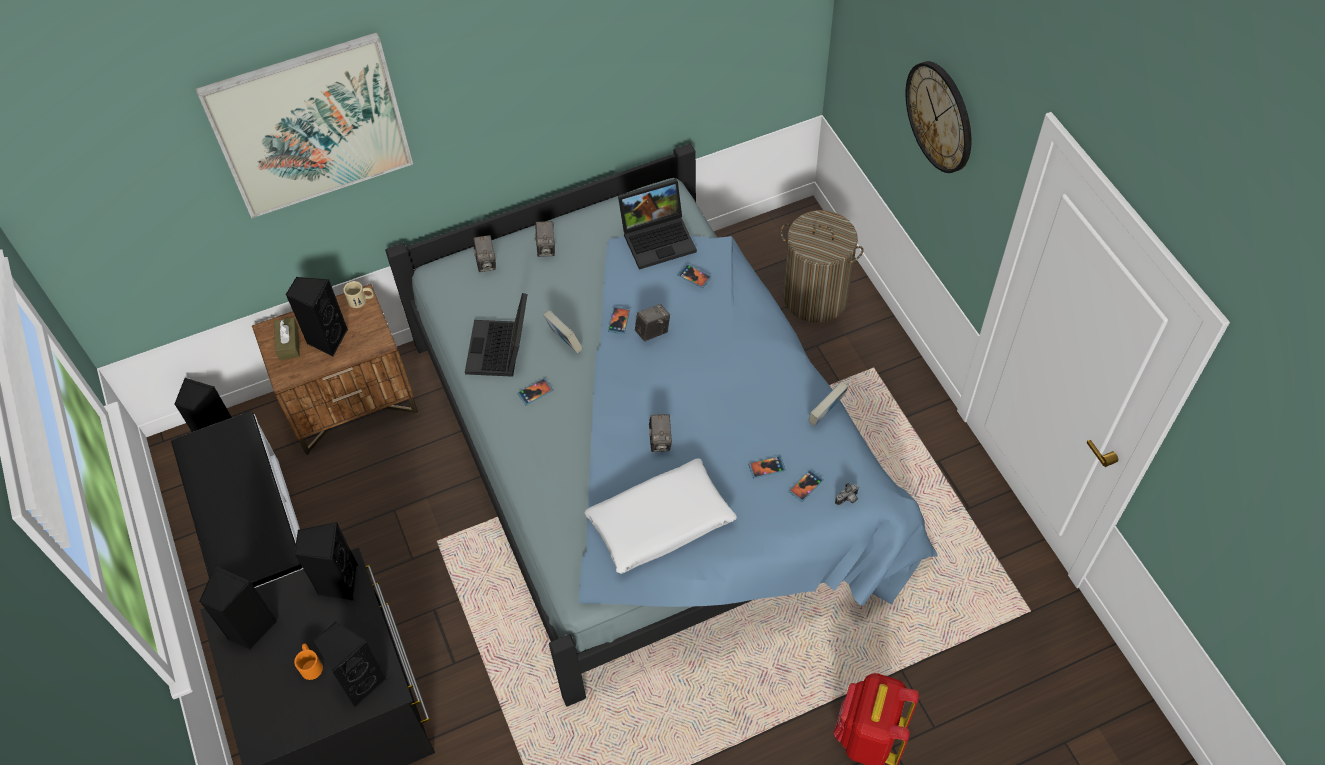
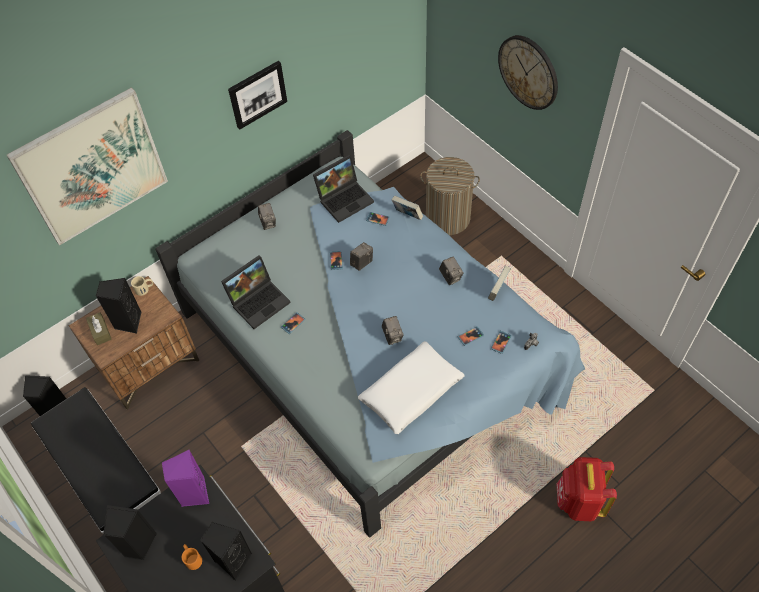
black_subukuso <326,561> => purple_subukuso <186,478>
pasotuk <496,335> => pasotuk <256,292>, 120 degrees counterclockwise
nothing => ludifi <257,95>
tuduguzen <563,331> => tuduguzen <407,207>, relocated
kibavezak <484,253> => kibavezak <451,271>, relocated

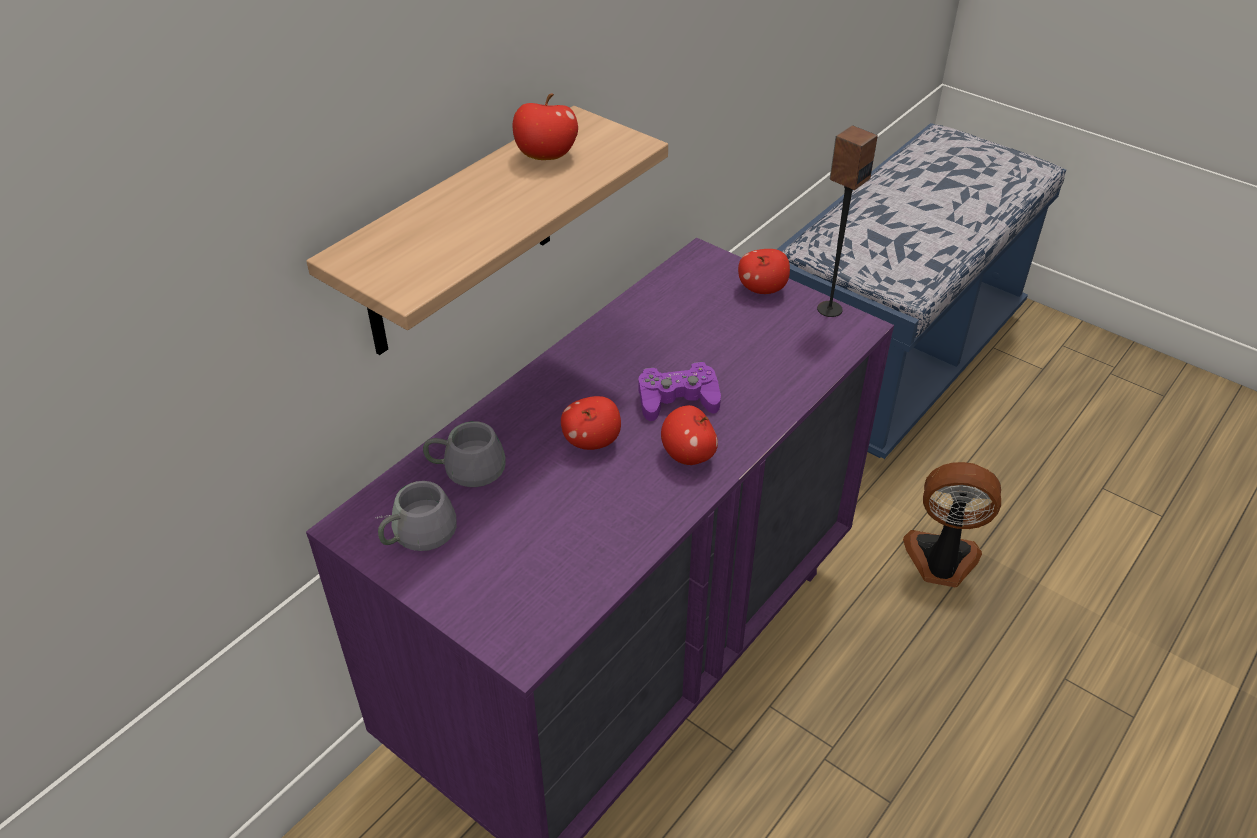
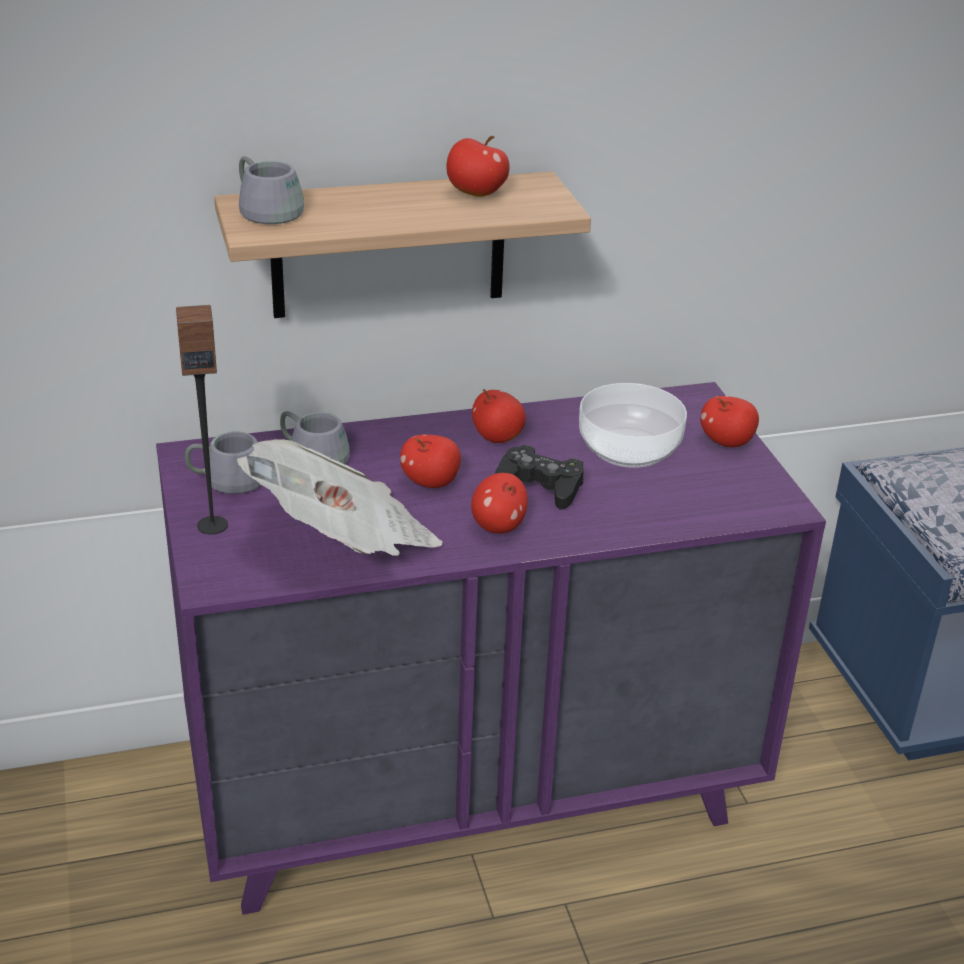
subukuso <847,221> => subukuso <202,420>, relocated
nothing => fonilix <339,497>
nothing => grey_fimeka <271,190>
nothing => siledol <499,416>
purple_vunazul <679,391> => black_vunazul <539,477>
nothing => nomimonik <633,425>
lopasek <952,524> => nothing

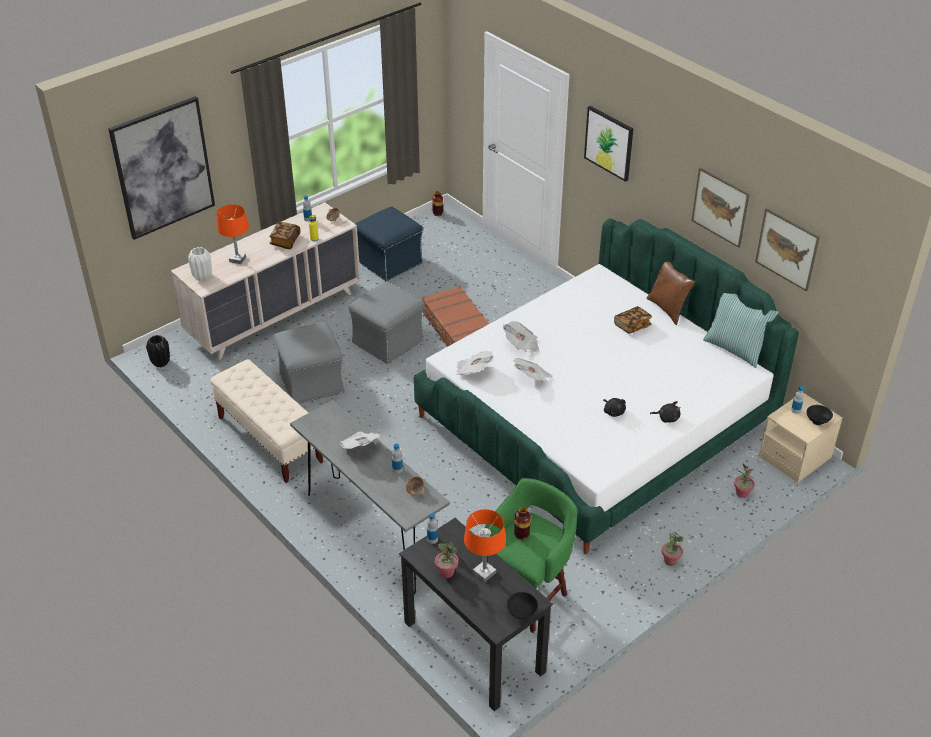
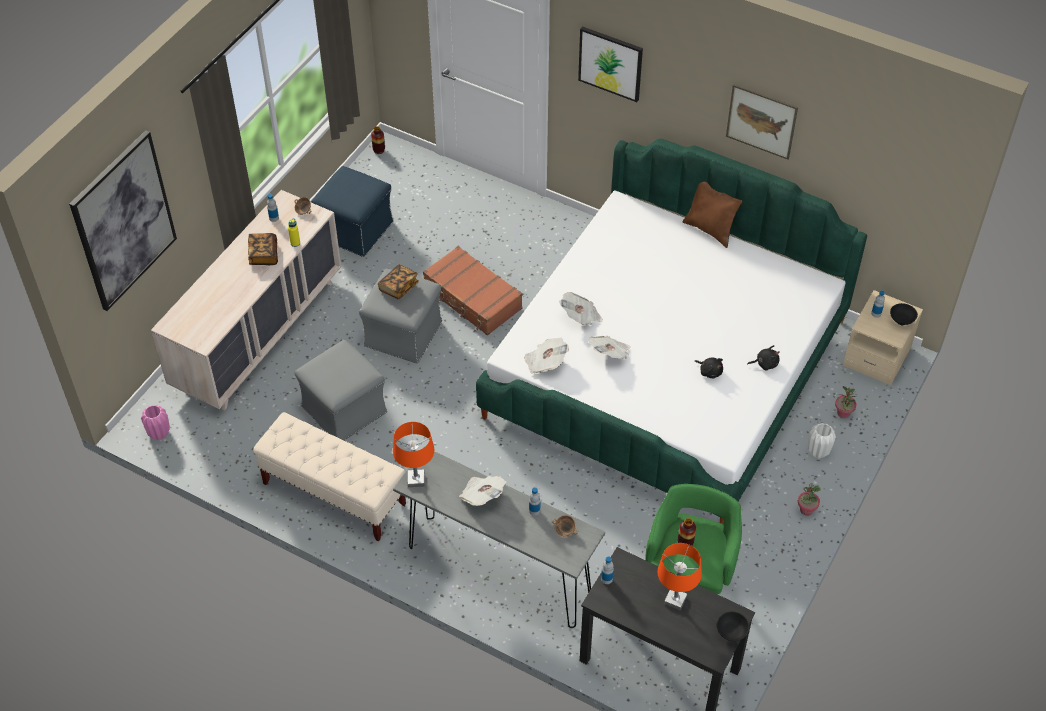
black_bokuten <158,351> => pink_bokuten <155,422>
tuduguzen <633,320> => tuduguzen <398,281>, relocated
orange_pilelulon <232,234> => orange_pilelulon <413,454>, relocated
white_bokuten <200,264> => white_bokuten <822,440>, relocated
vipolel <446,559> => nothing
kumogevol <740,330> => nothing
ludifi <787,250> => nothing

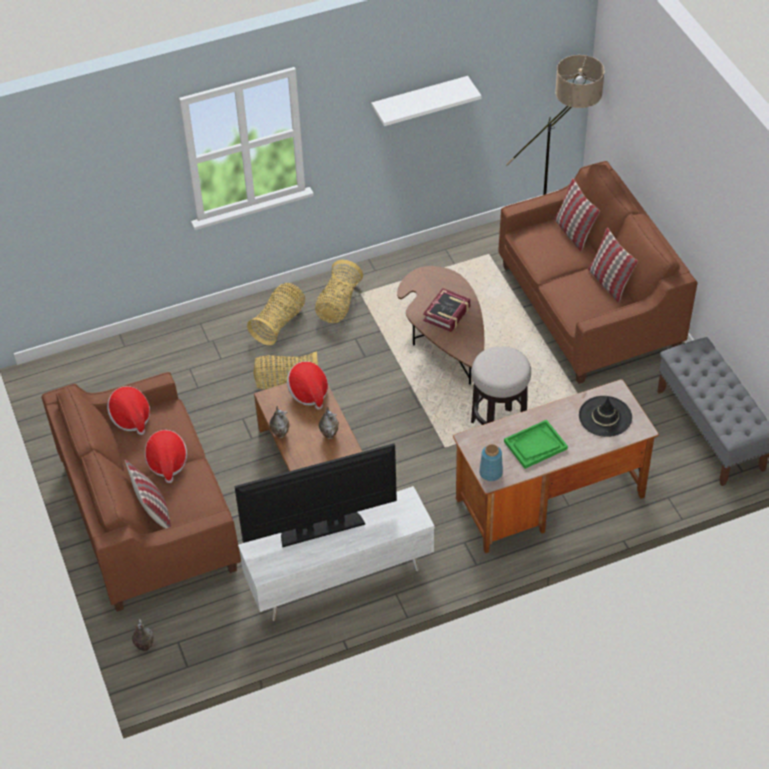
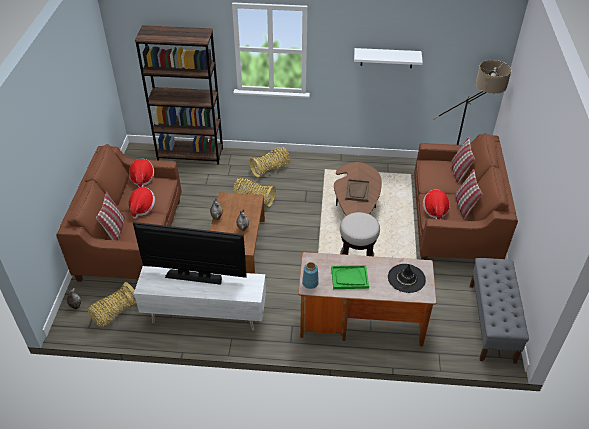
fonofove <339,291> => fonofove <112,304>, relocated
nothing => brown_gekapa <179,95>
tuduguzen <447,310> => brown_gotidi <357,190>
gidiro <307,385> => gidiro <436,204>, relocated

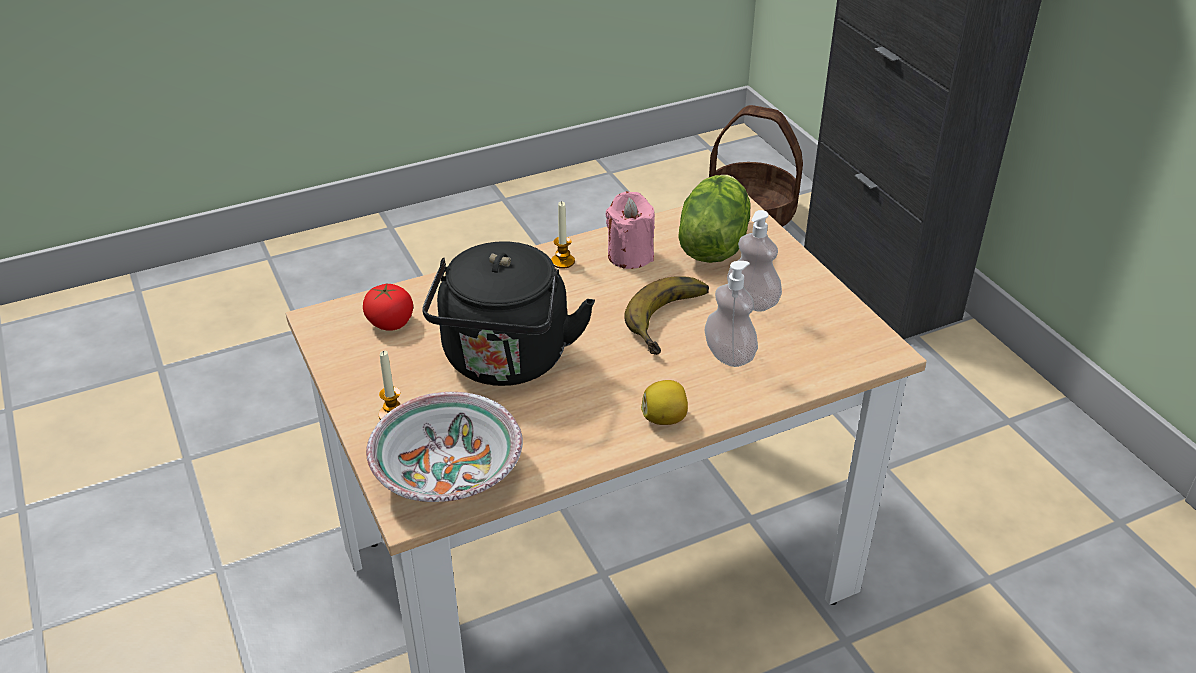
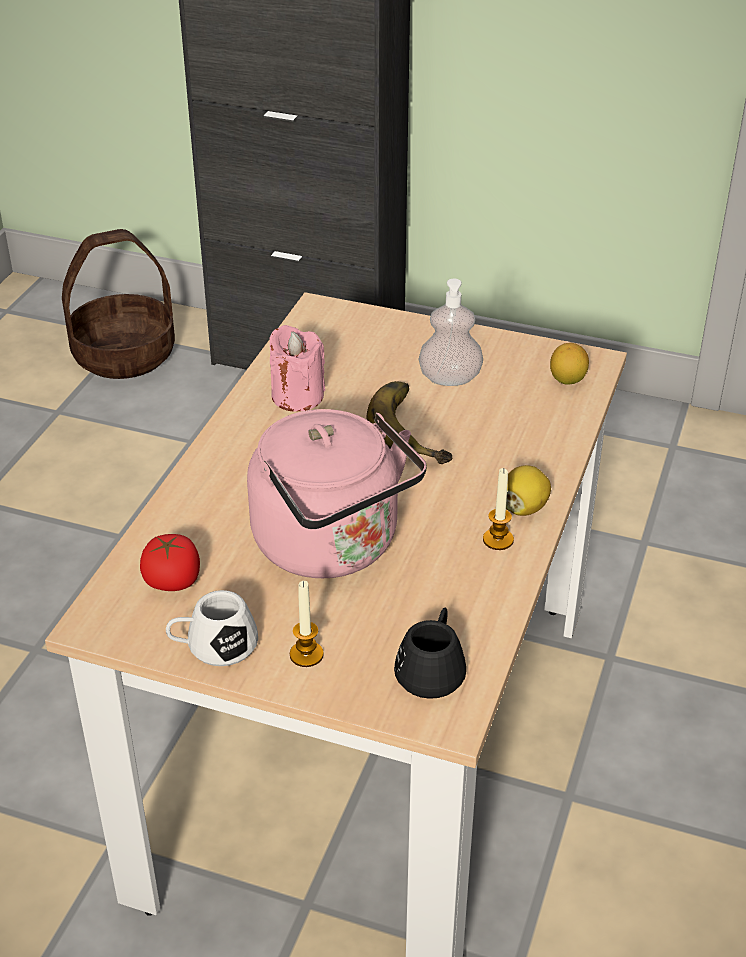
nothing => white_fimeka <212,628>
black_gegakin <508,313> => pink_gegakin <336,493>
nomimonik <444,447> => black_fimeka <430,653>
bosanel <563,235> => bosanel <498,509>, relocated
nothing => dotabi <569,364>
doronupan <714,219> => nothing
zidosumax <731,314> => nothing

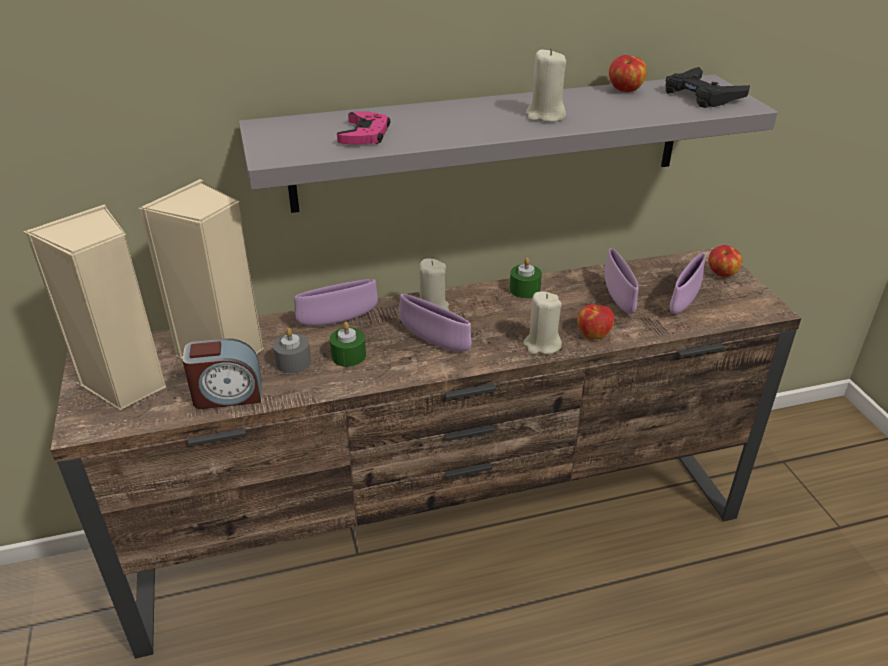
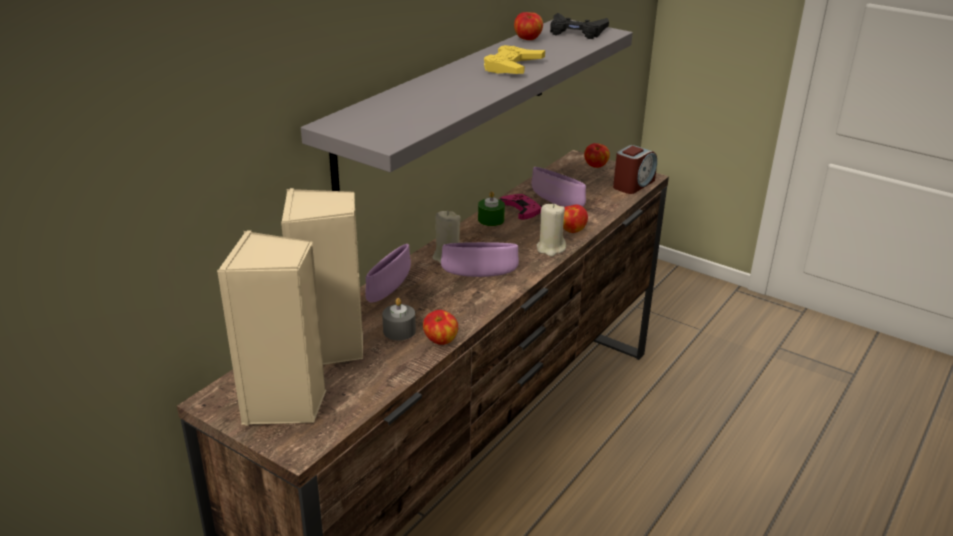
nothing => siledol <440,327>
beige_bosanel <546,85> => yellow_vunazul <514,59>
pink_vunazul <364,128> => pink_vunazul <521,207>, relocated
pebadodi <222,373> => pebadodi <635,169>, relocated
green_bosanel <348,344> => nothing
purple_nomimonik <688,283> => nothing

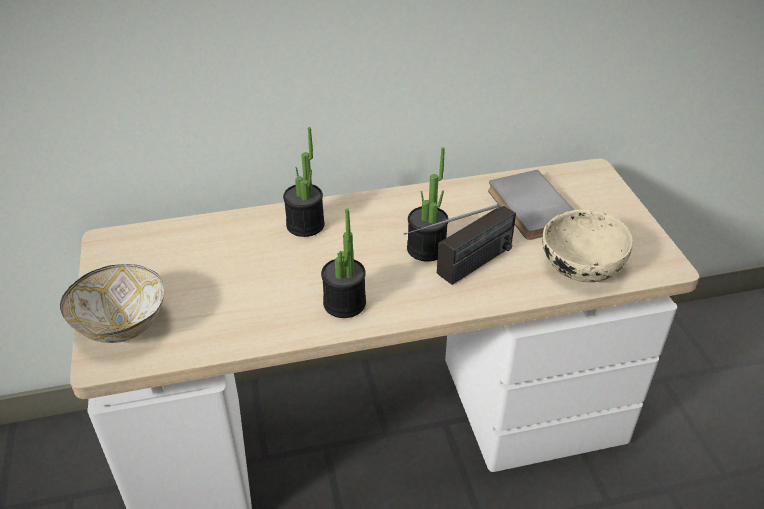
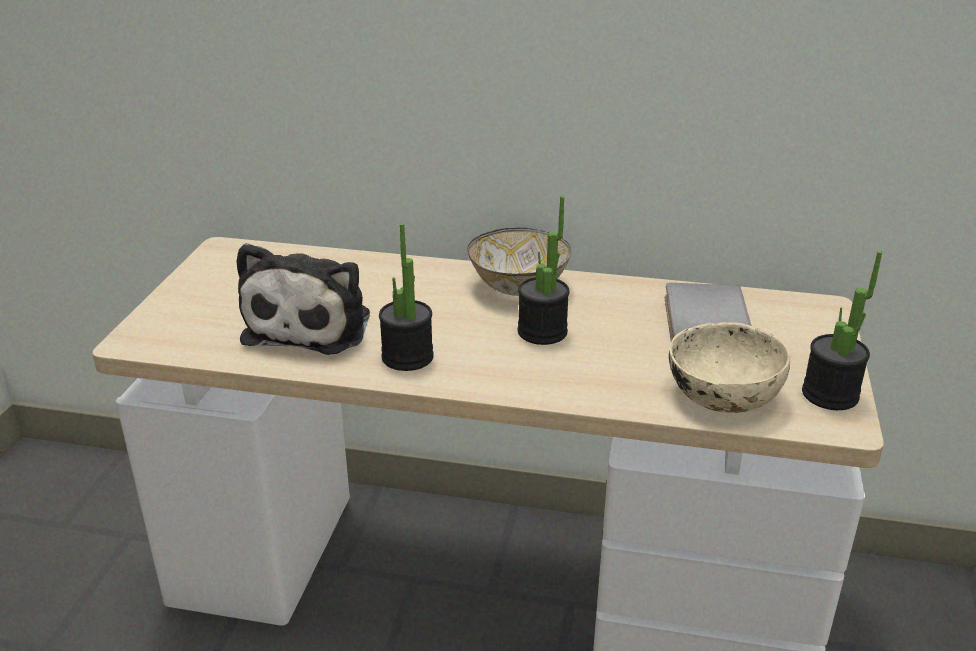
nothing => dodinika <303,299>
nomimonik <112,303> => nomimonik <519,261>, relocated
vipolel <304,182> => vipolel <842,330>, relocated
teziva <460,244> => nothing

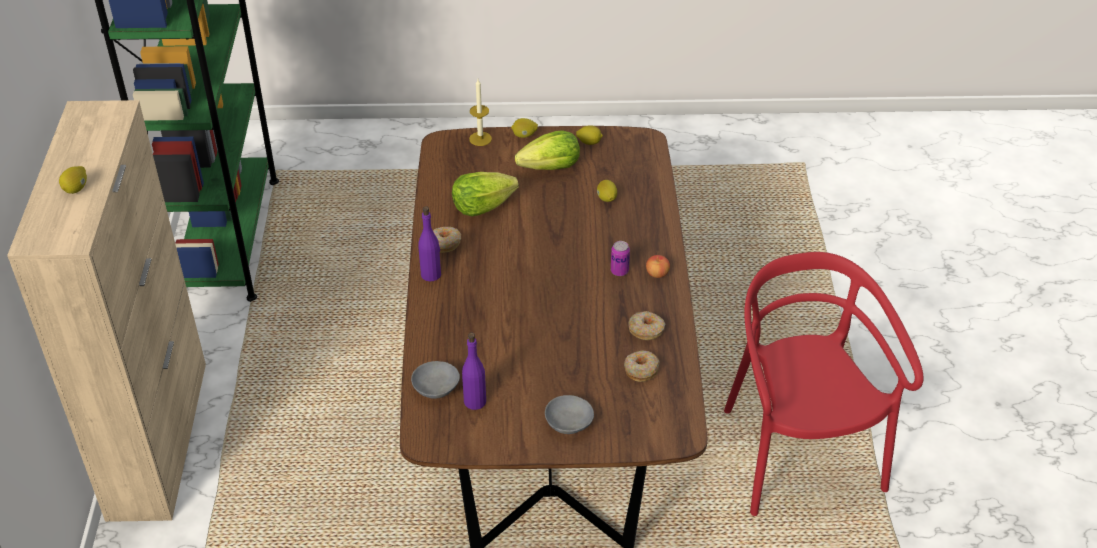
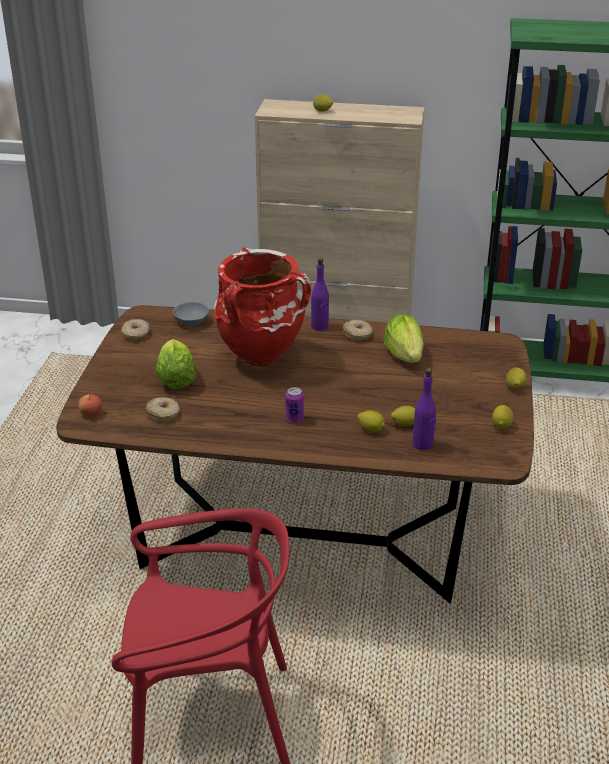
siledol <658,266> => siledol <90,405>, relocated
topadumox <647,325> => topadumox <135,330>, relocated
doronupan <547,150> => doronupan <176,364>, relocated
nothing => red_bokuten <262,307>
nothing => dotabi <371,422>
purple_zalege <474,371> => purple_zalege <424,409>, relocated
bosanel <480,112> => nothing
grey_nomimonik <569,414> => nothing

